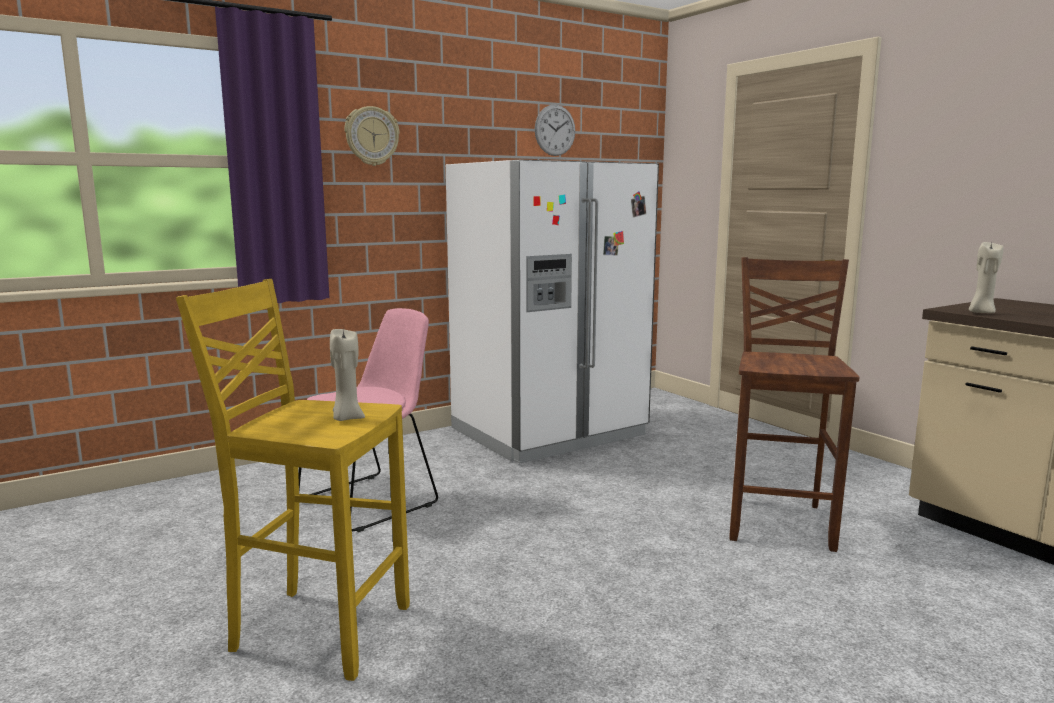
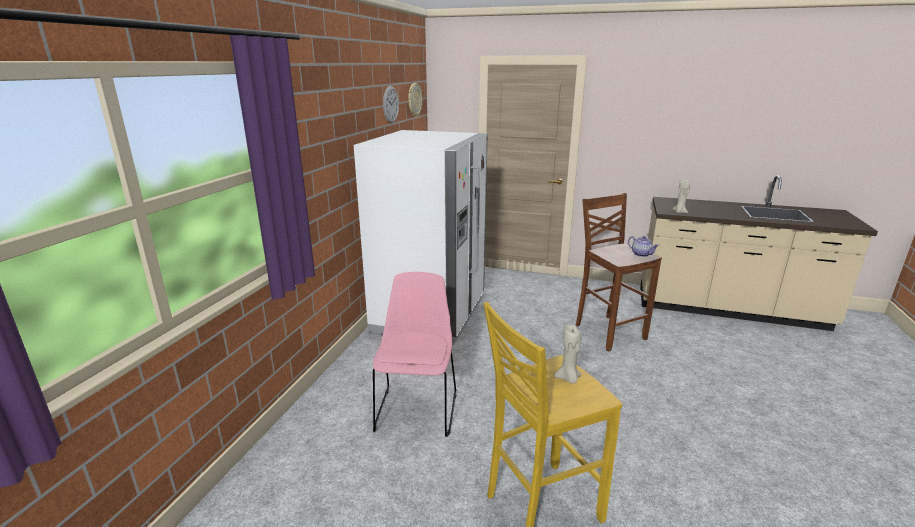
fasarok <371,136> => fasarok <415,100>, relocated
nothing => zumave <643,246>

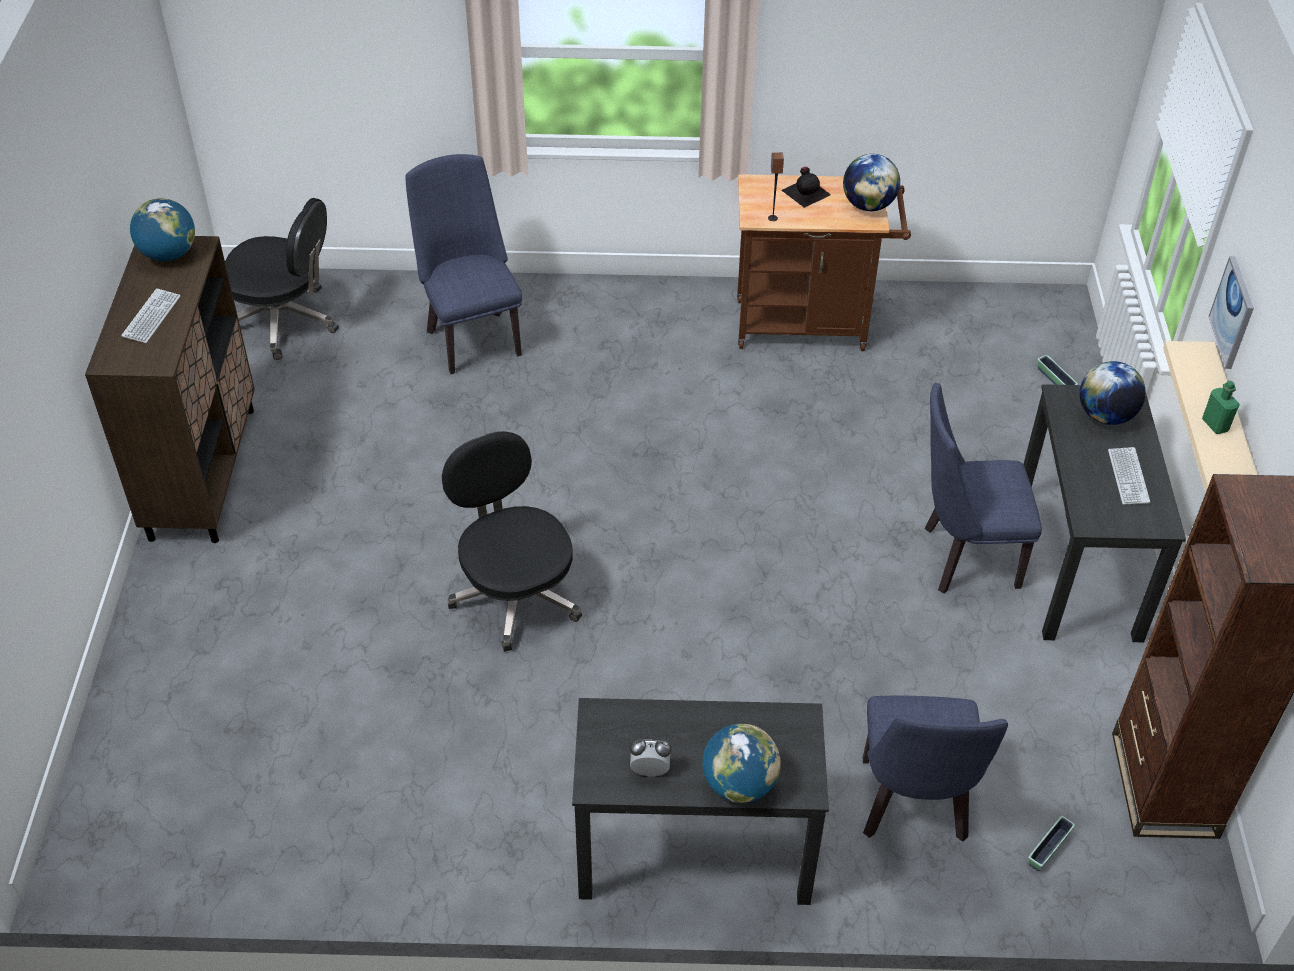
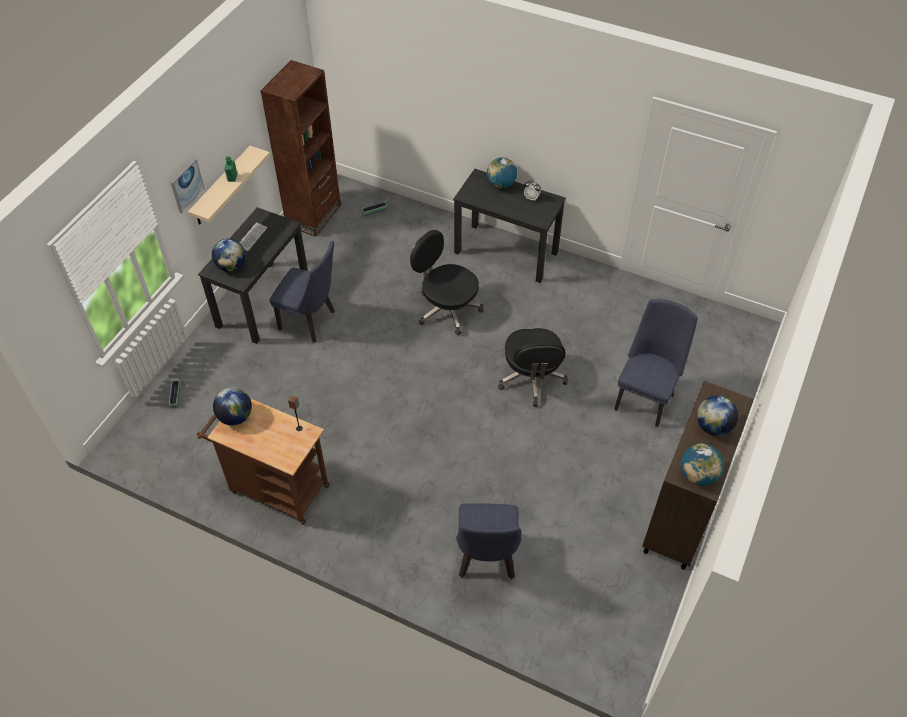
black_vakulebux <282,279> => black_vakulebux <447,283>, relocated
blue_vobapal <935,769> => blue_vobapal <656,363>, relocated
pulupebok <151,315> => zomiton <717,416>
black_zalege <806,187> => nothing

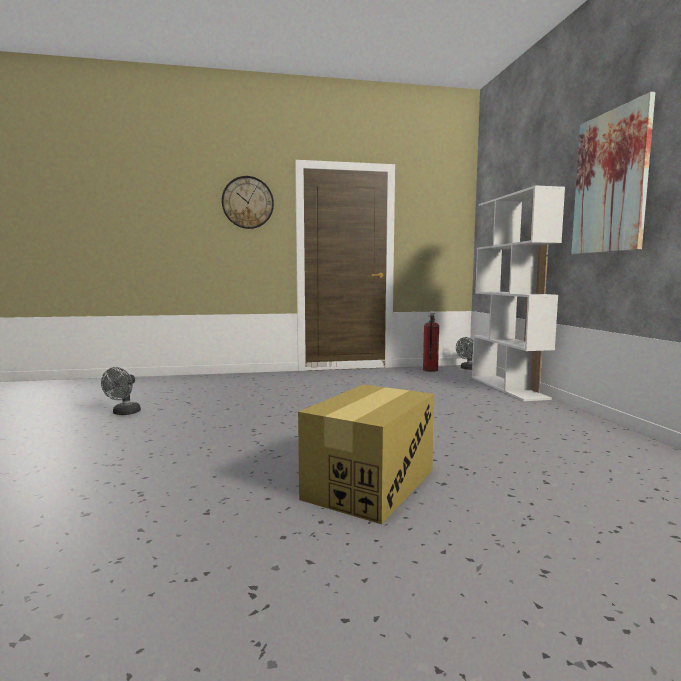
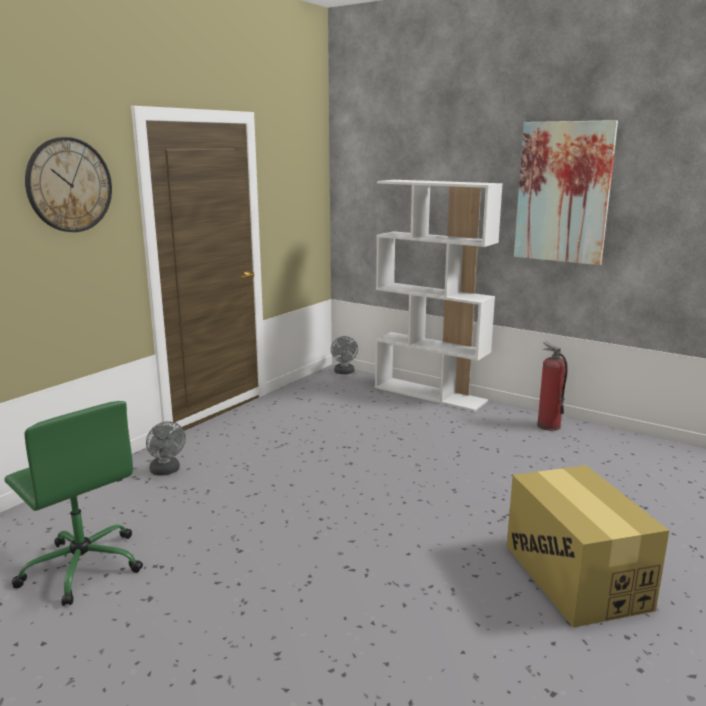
nothing => green_vakulebux <74,503>
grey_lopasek <121,391> => grey_lopasek <166,448>, relocated
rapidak <431,342> => rapidak <552,386>, relocated

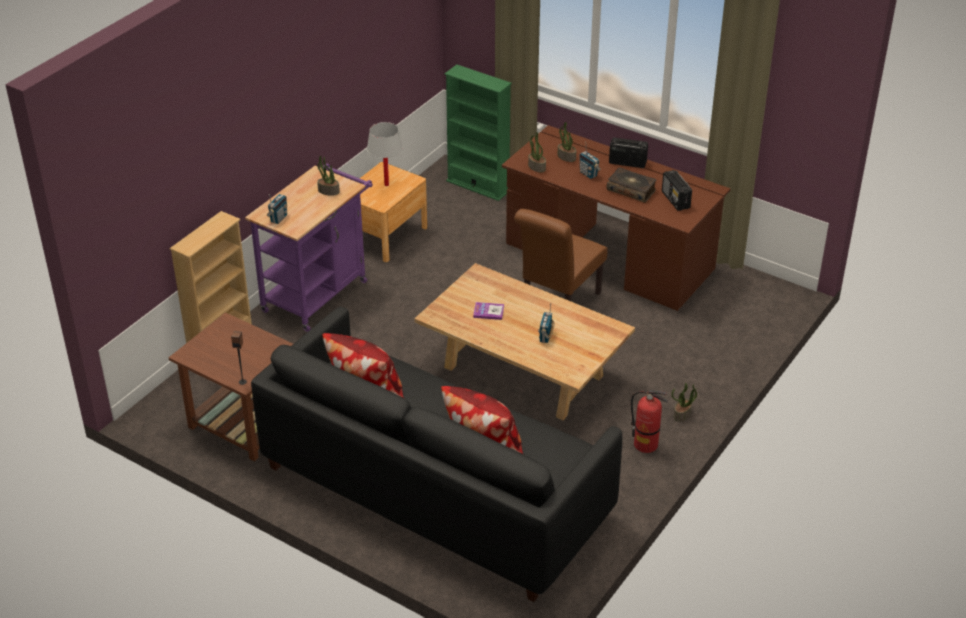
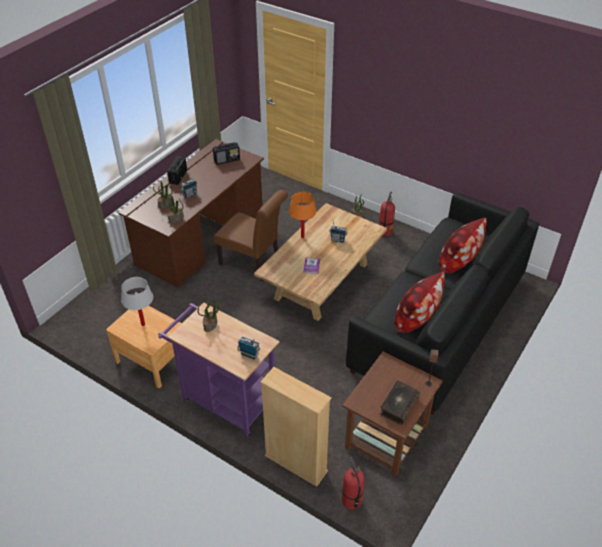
nothing => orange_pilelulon <303,215>
nothing => rapidak <353,483>
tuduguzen <631,185> => tuduguzen <399,403>, relocated
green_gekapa <478,133> => nothing

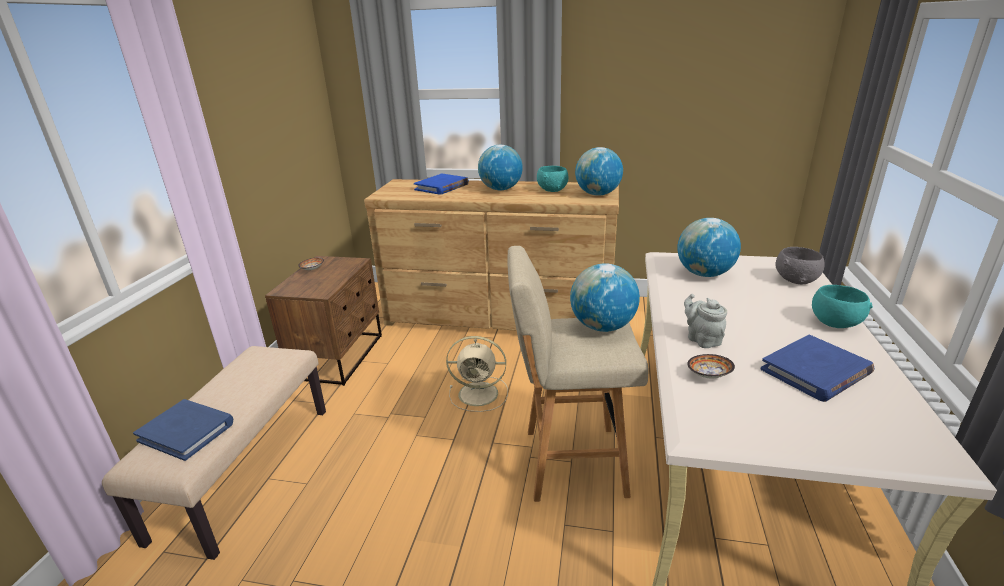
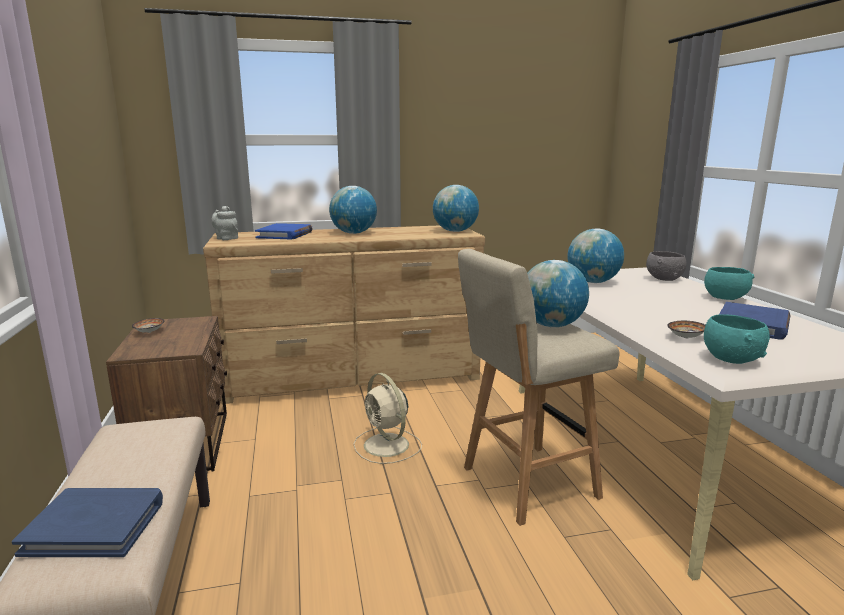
grey_zumave <705,321> => grey_zumave <225,223>, relocated
beige_lopasek <477,374> => beige_lopasek <387,418>, 75 degrees clockwise
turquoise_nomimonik <552,179> => turquoise_nomimonik <737,339>, relocated

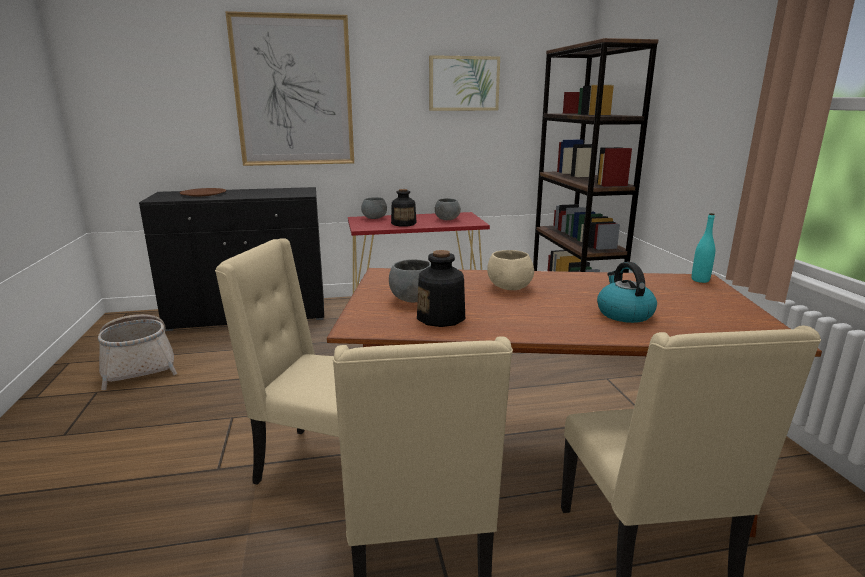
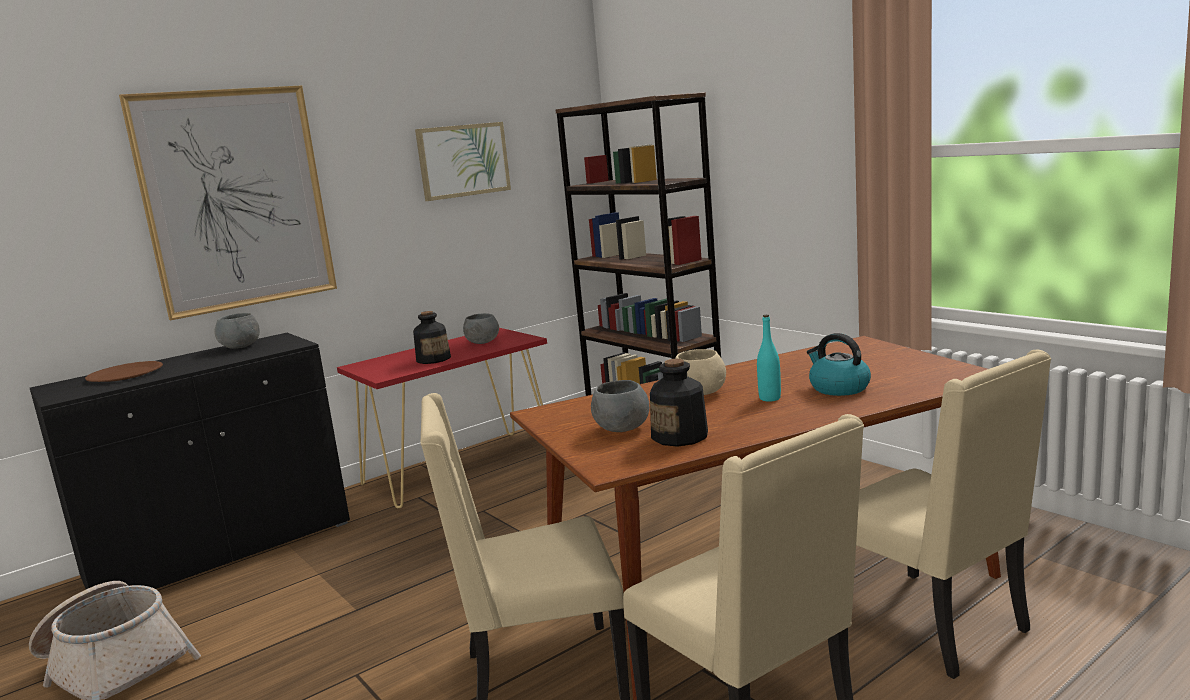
grey_nomimonik <374,208> => grey_nomimonik <237,331>, relocated
turquoise_zalege <703,248> => turquoise_zalege <769,358>, relocated

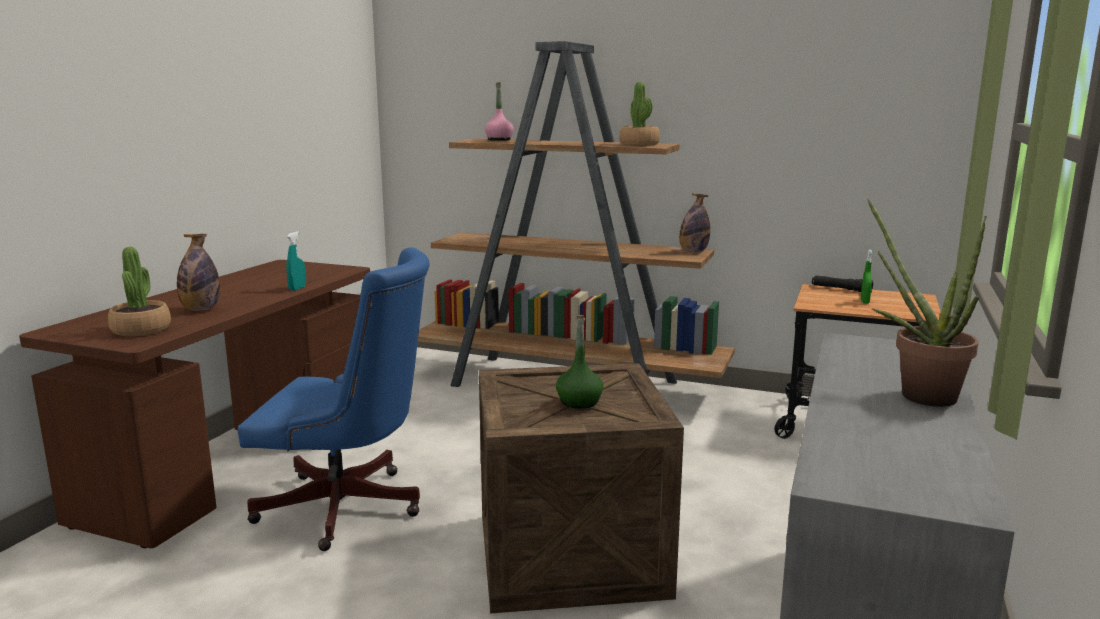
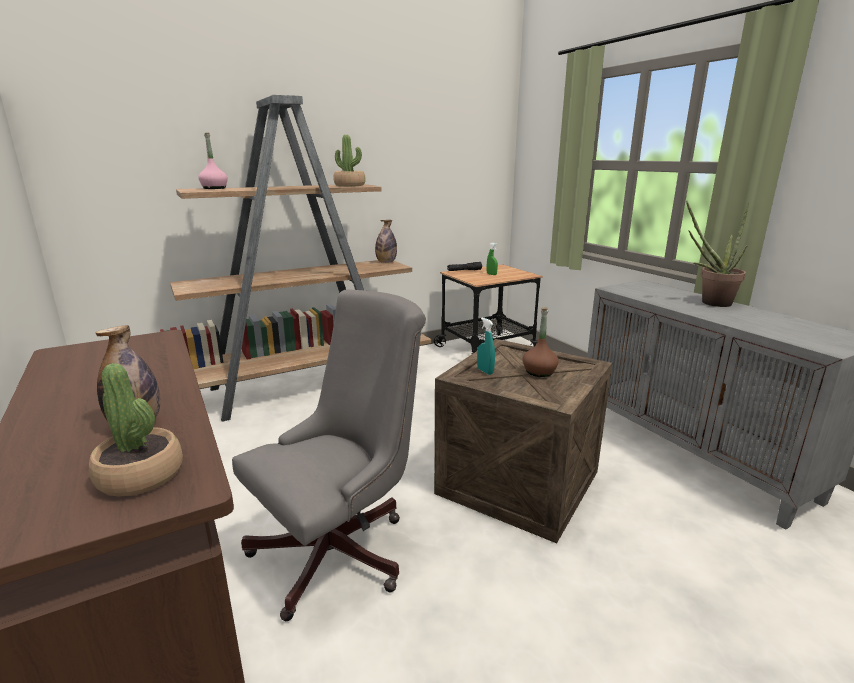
blue_vakulebux <334,399> => grey_vakulebux <329,455>
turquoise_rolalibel <296,261> => turquoise_rolalibel <486,346>, relocated
green_zalege <580,362> => brown_zalege <540,342>

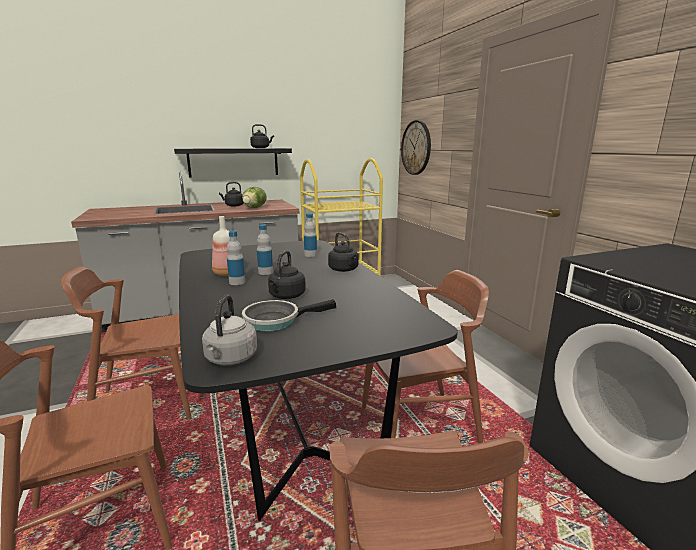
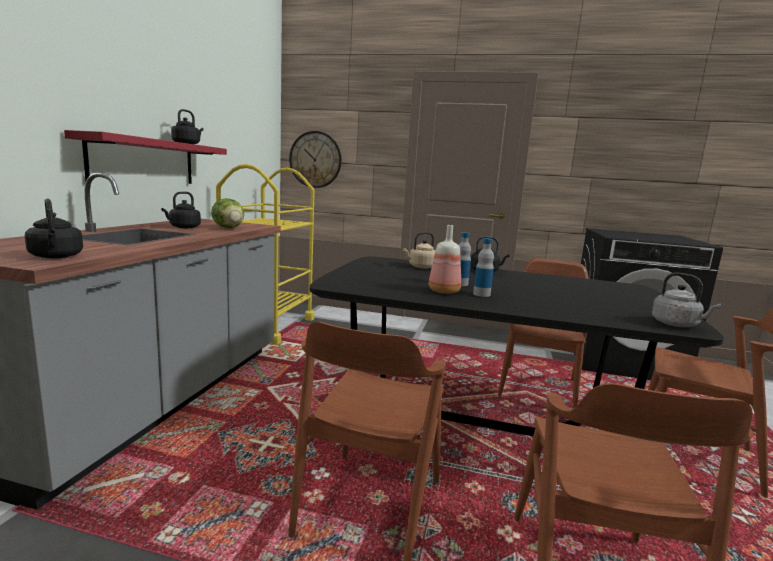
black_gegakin <287,274> => black_gegakin <54,228>, relocated
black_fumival <233,162> => red_fumival <145,157>
zalege <310,235> => beige_gegakin <419,250>
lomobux <289,315> => nothing

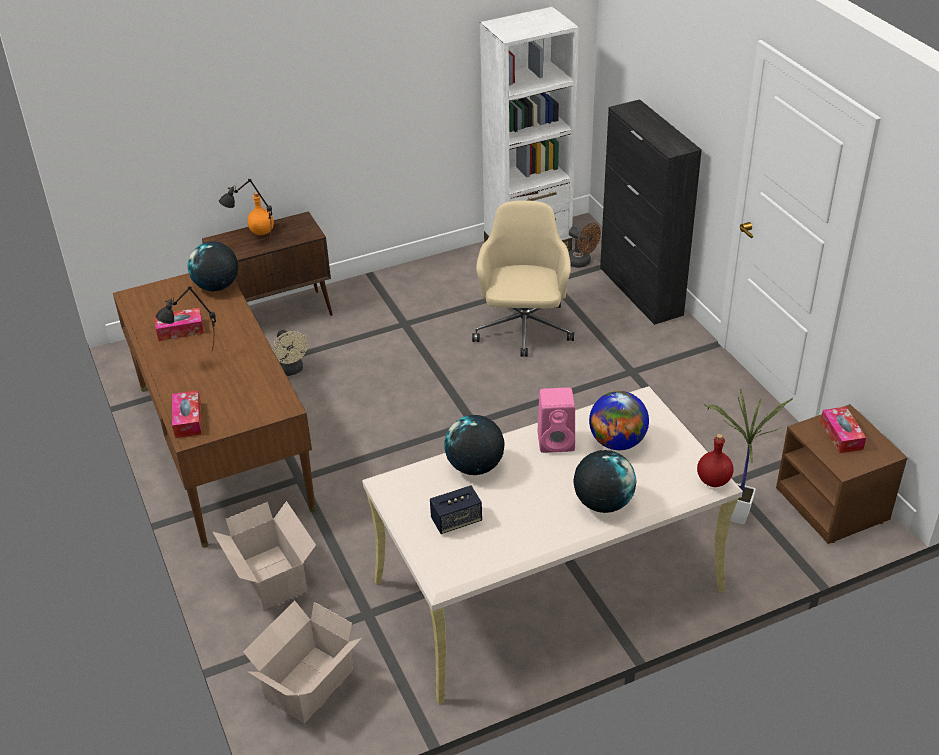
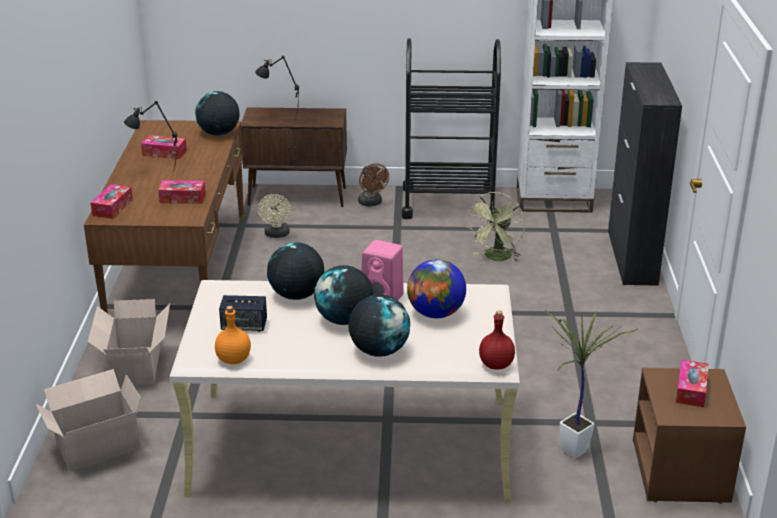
nothing => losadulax <182,192>
orange_zalege <260,213> => orange_zalege <233,335>, relocated
nothing => zomiton <344,295>
brown_lopasek <585,245> => brown_lopasek <373,184>, relocated
nothing => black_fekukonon <451,128>
beige_vakulebux <523,278> => green_lopasek <495,227>

